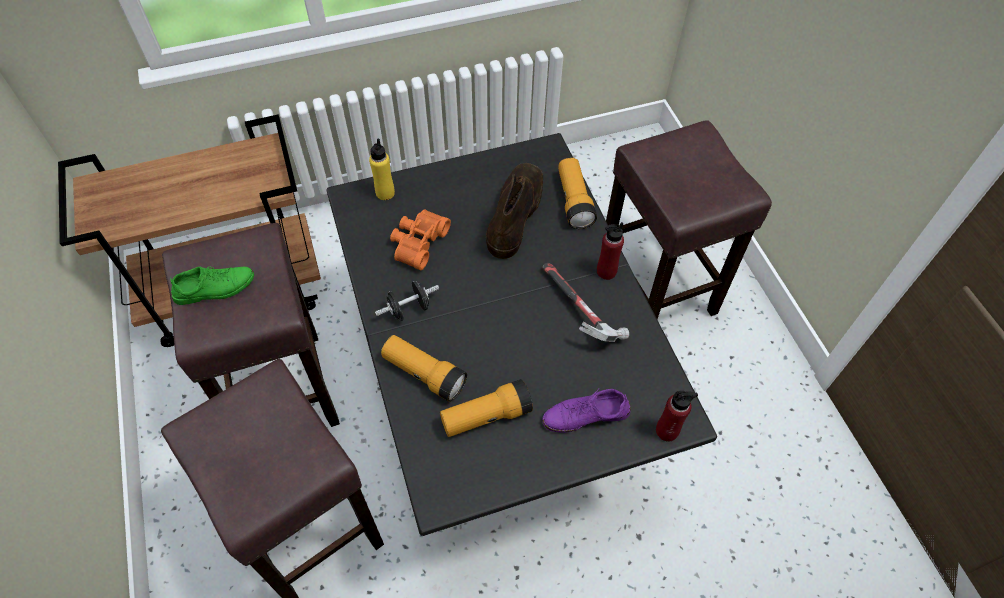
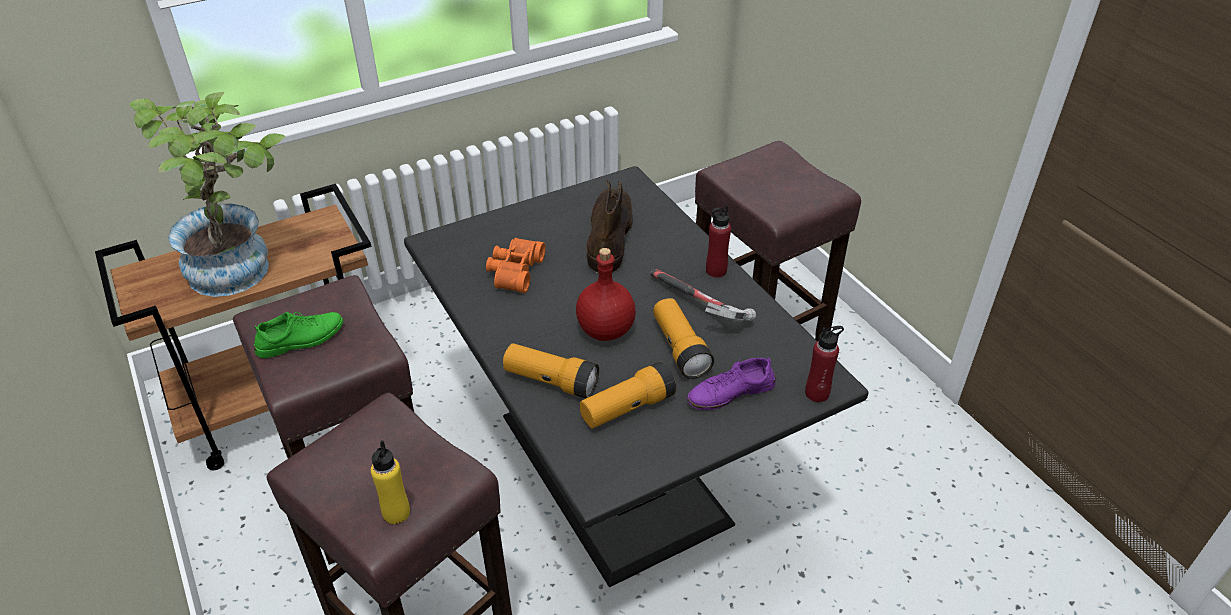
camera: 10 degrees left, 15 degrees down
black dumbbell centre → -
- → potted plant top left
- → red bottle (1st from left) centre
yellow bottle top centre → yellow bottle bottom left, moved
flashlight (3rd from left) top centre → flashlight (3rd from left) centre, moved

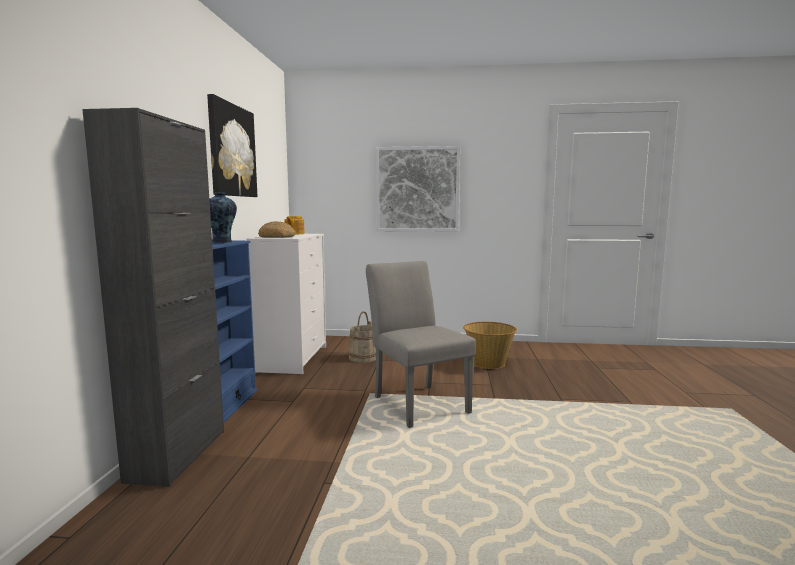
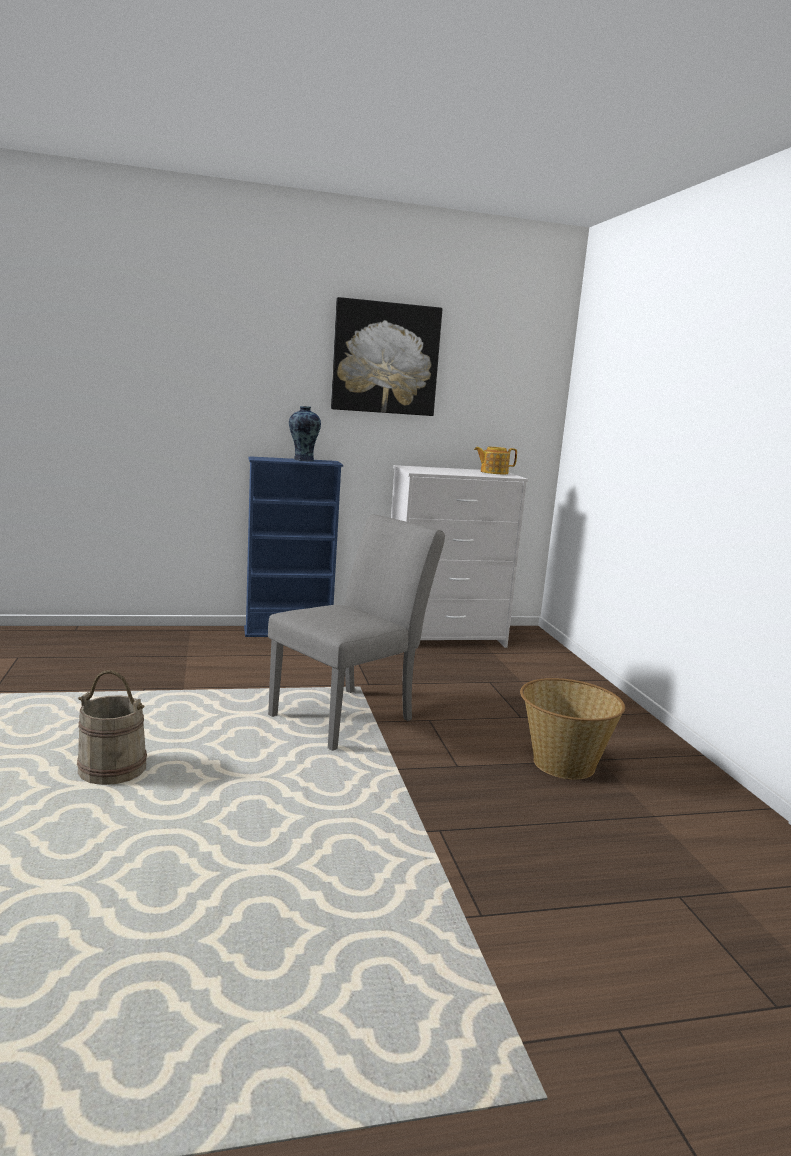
camera: 70 degrees right, 5 degrees up
black cabinet middle left → -
bread centre → -
picture (2nd from left) centre → -
beige bucket centre → beige bucket middle left, moved

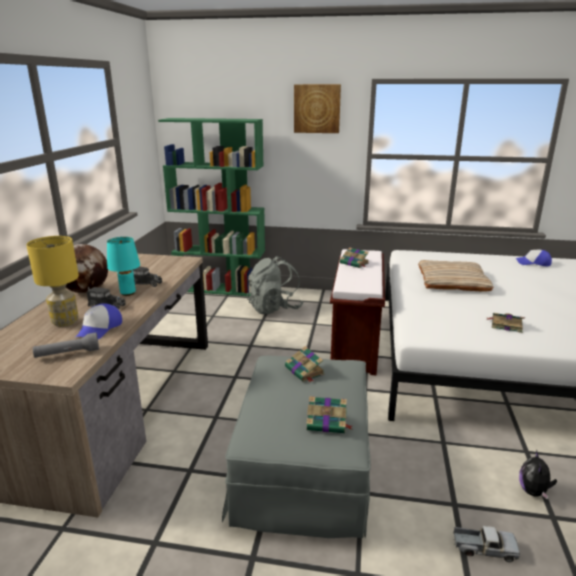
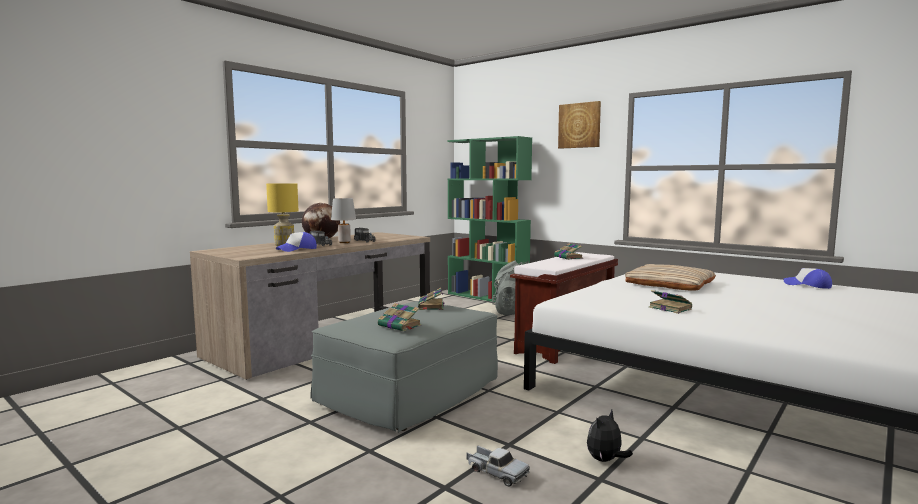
camera: 30 degrees right, 15 degrees down
grey flashlight middle left → -
turquoise table lamp middle left → grey table lamp centre

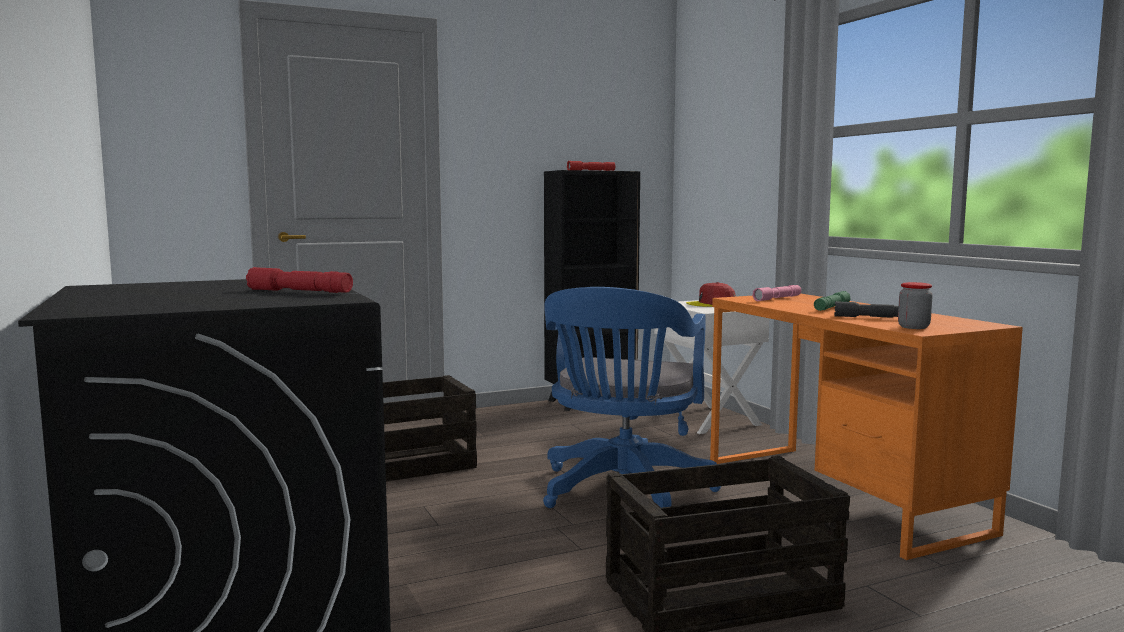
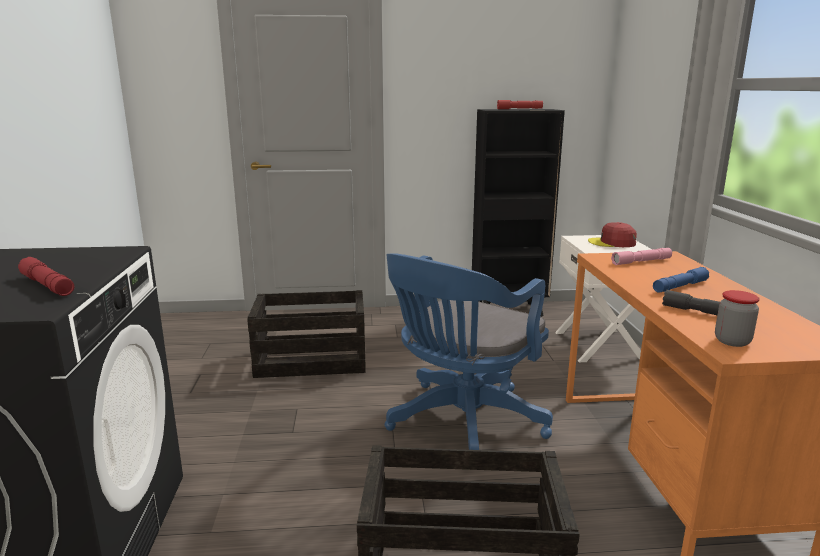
camera: 20 degrees right, 10 degrees up
green flashlight middle right → blue flashlight middle right

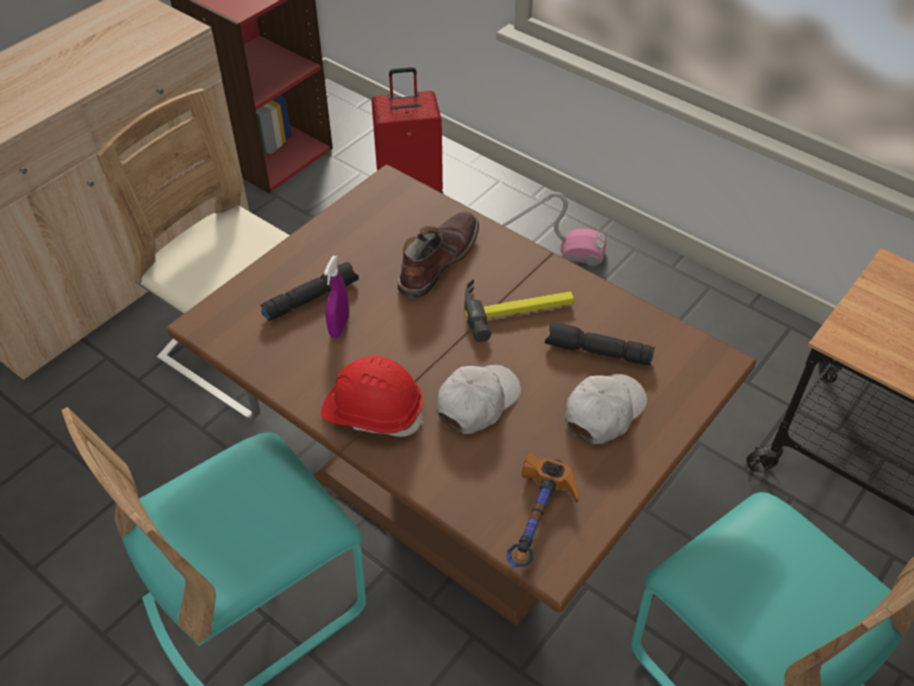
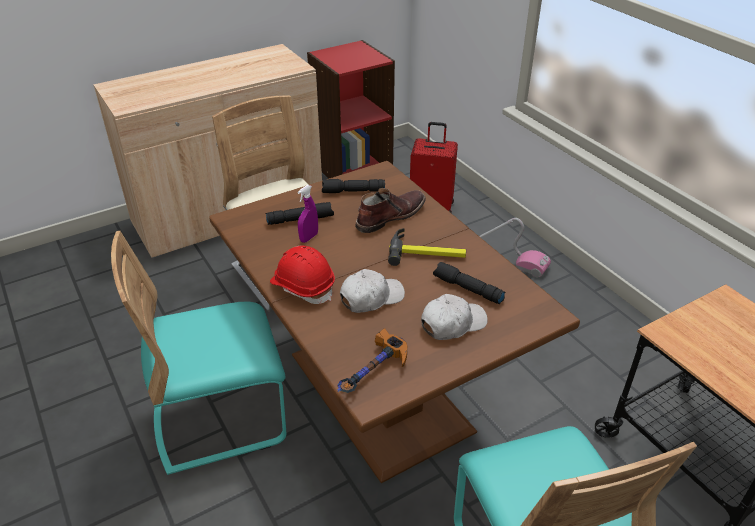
camera: 20 degrees right, 10 degrees down
- → black flashlight (2nd from left) centre

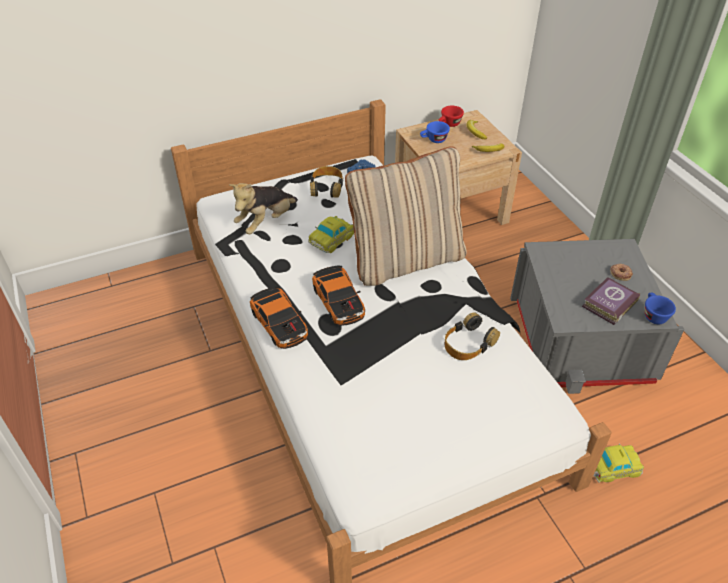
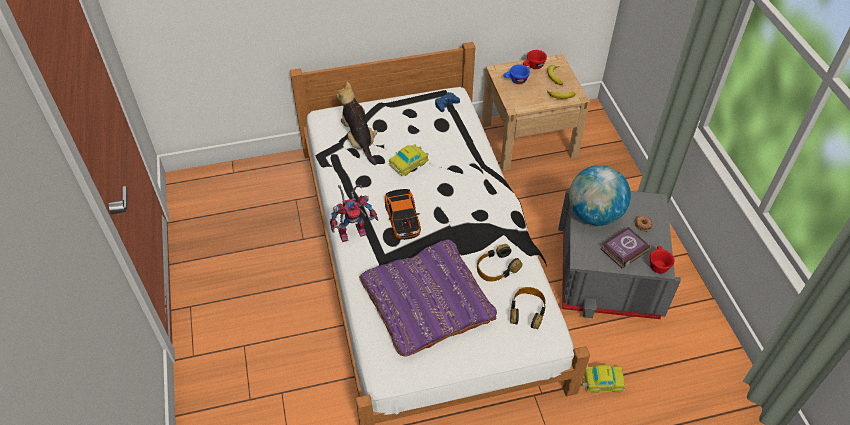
camera: 10 degrees right, 5 degrees up
beige pillow centre → -
- → purple pillow bottom centre
- → globe middle right
headphones (1st from left in the first image) top centre → headphones (2nd from left) bottom centre, moved
toy car (1st from left) centre → toy robot centre
blue cup (2nd from left) middle right → red cup (2nd from left) middle right
plush toy centre → plush toy top centre, 105 degrees clockwise

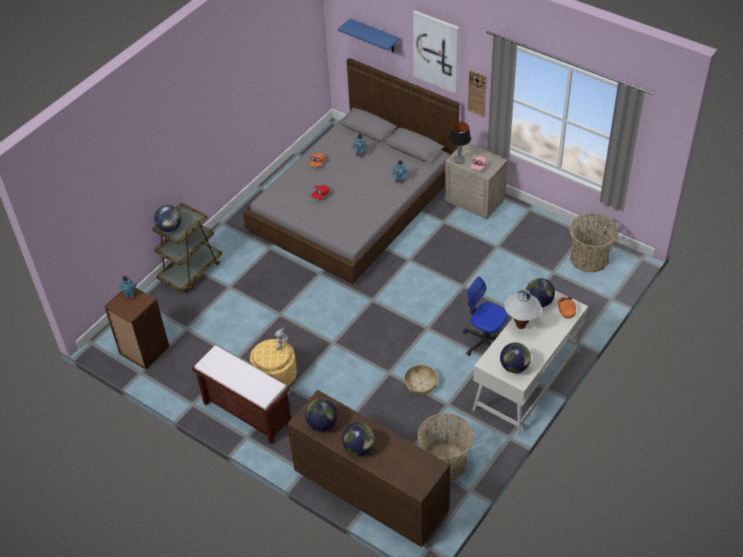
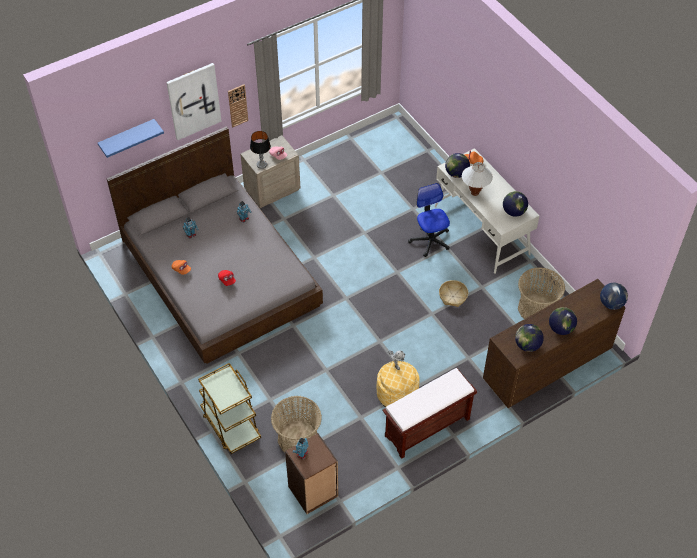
camera: 70 degrees left, 5 degrees up
globe (1st from left in the first image) middle left → globe (5th from left) middle right, moved
basket (3rd from left in the first image) middle right → basket (1st from left) bottom centre, moved
office chair centre, 105 degrees clockwise

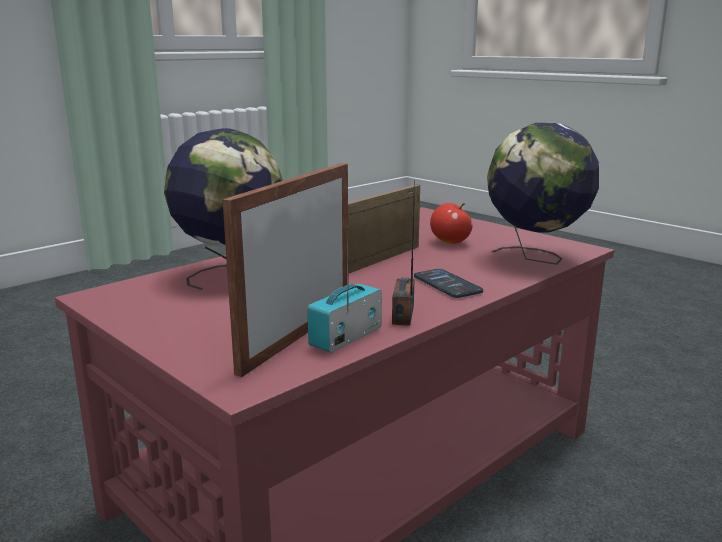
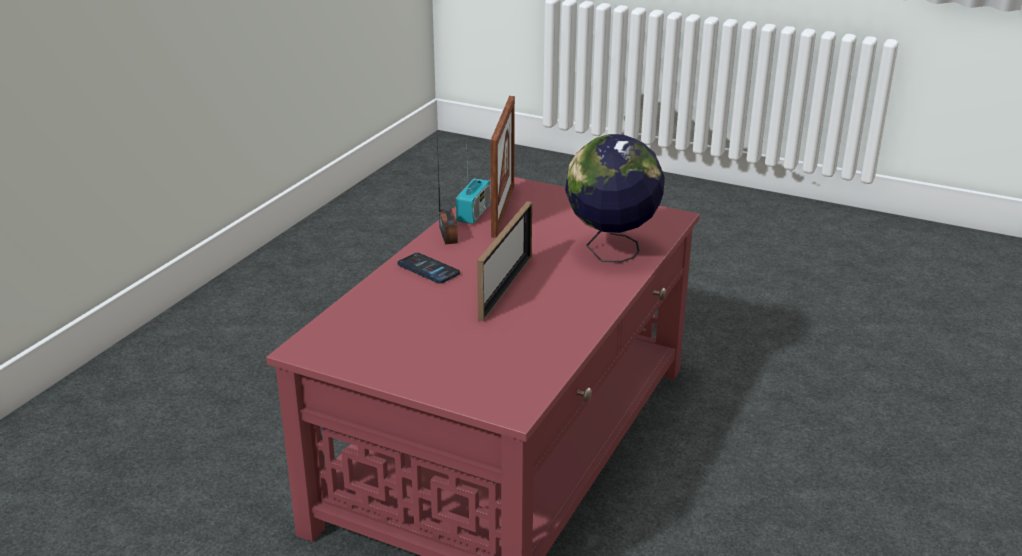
camera: 160 degrees right, 10 degrees up
apple centre → -
globe (2nd from left) middle right → -

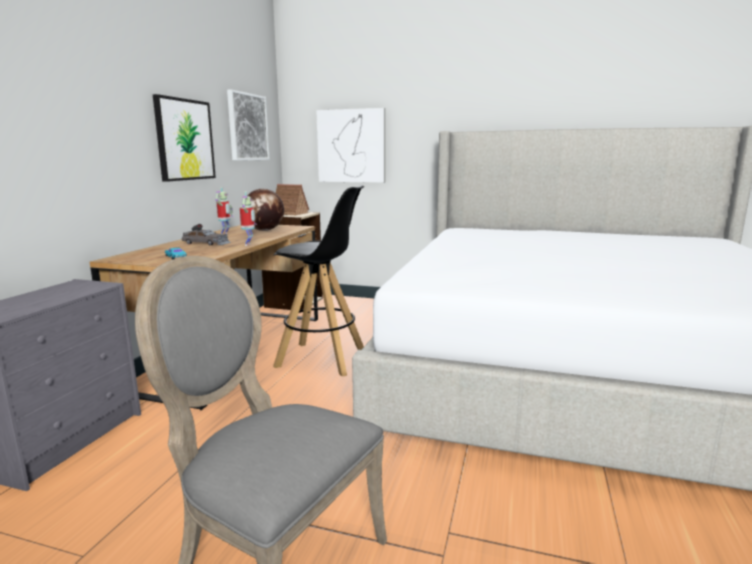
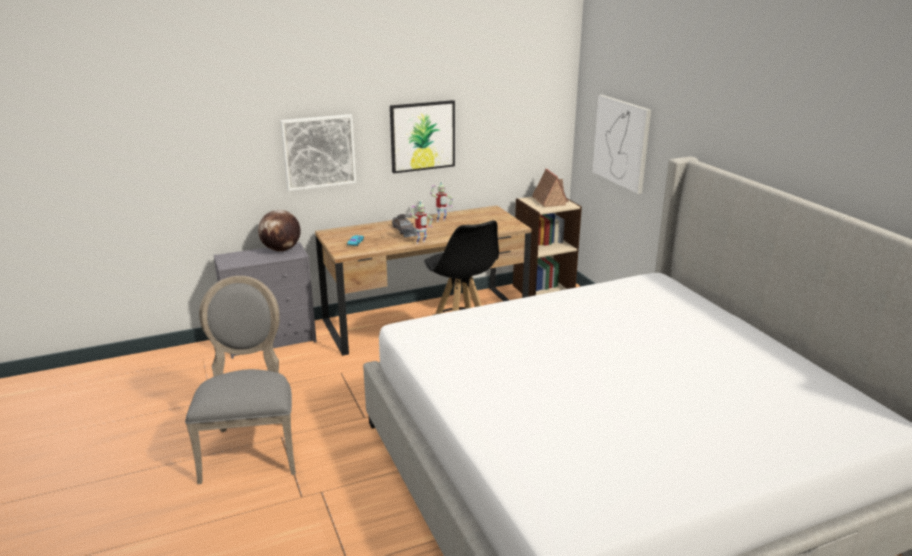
camera: 50 degrees right, 10 degrees up
picture (2nd from left in the first image) top left → picture (1st from left) top centre, moved
globe centre → globe middle left, moved

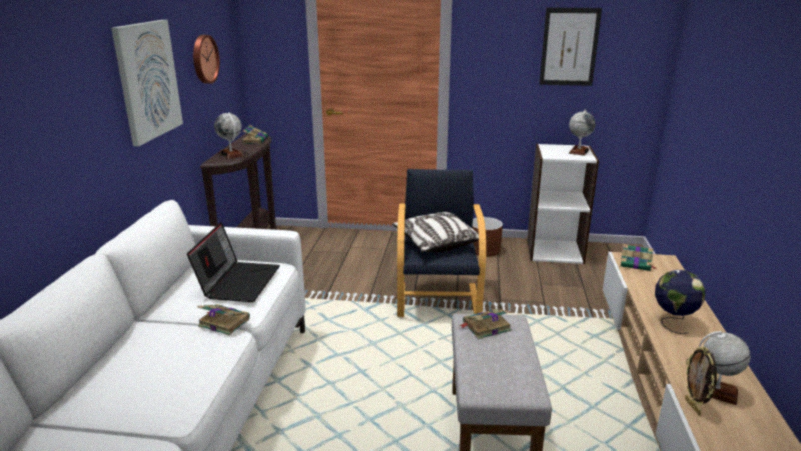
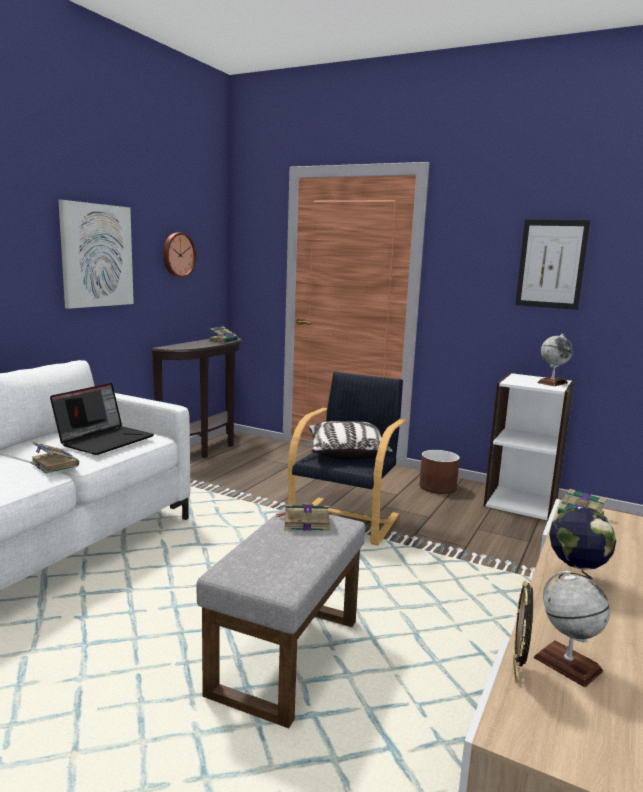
camera: 20 degrees right, 10 degrees down
globe (1st from left) top left → -

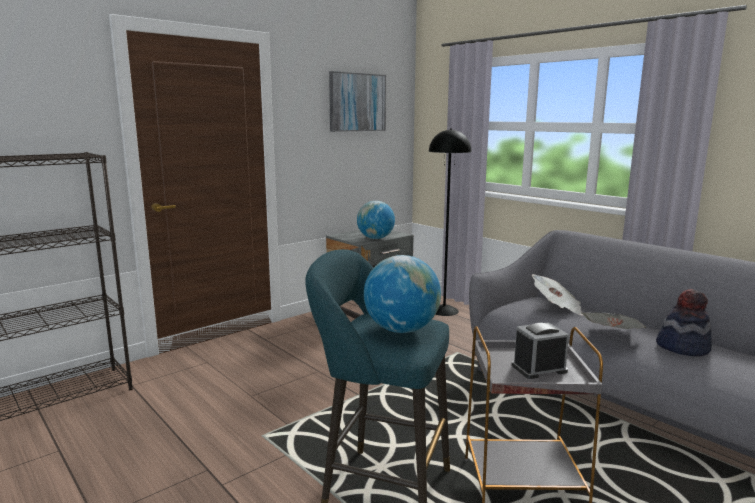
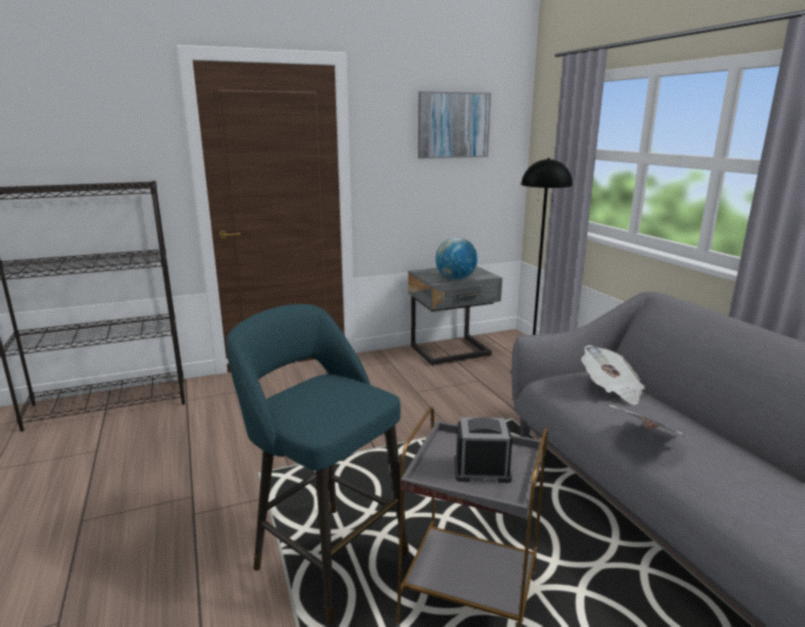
camera: 20 degrees right, 5 degrees up
globe (2nd from left) centre → -
hat middle right → -

